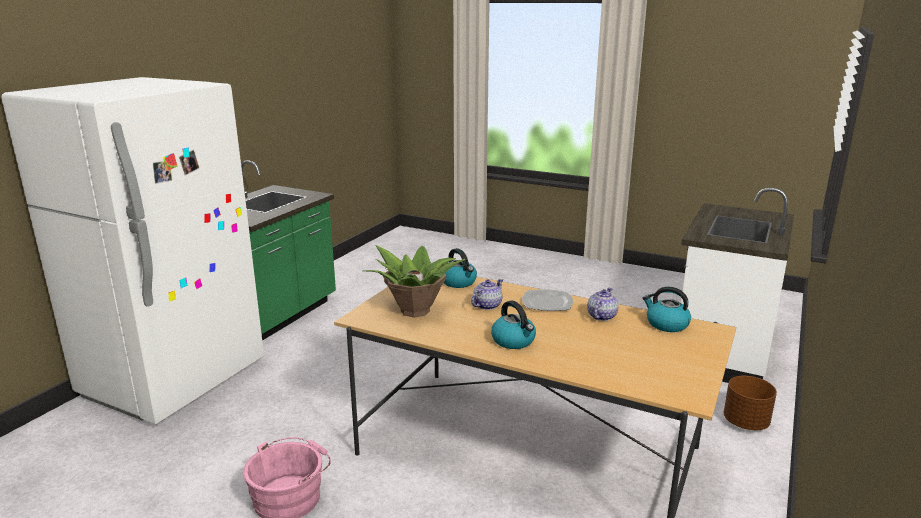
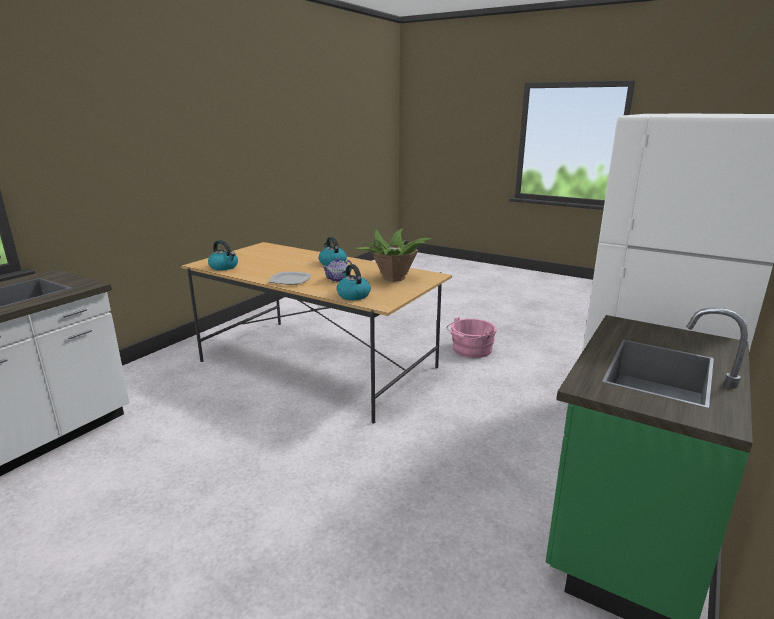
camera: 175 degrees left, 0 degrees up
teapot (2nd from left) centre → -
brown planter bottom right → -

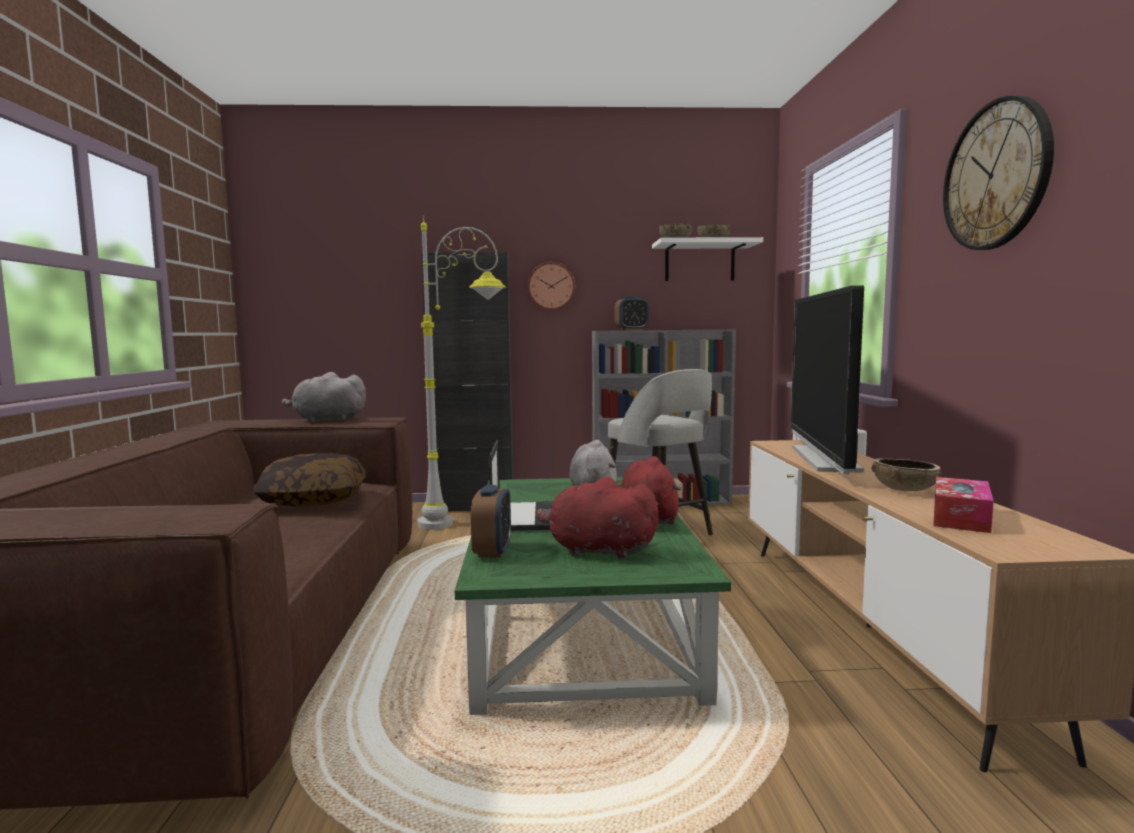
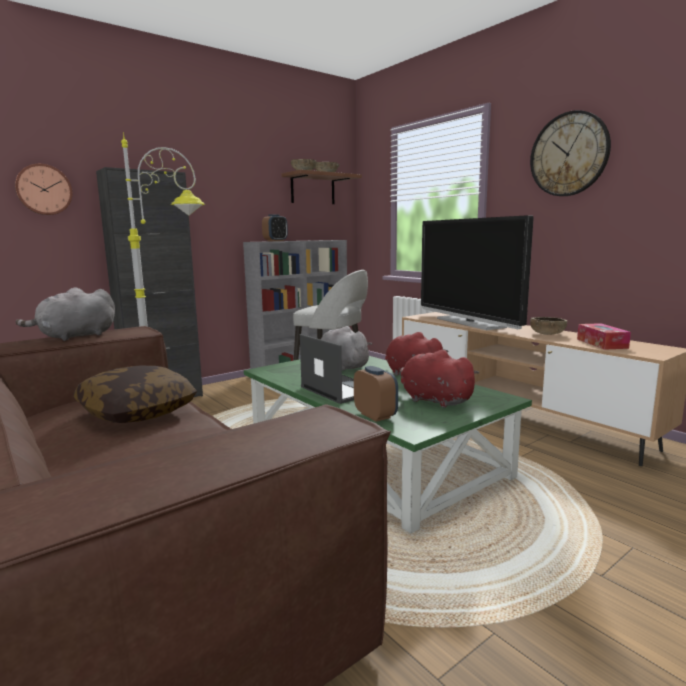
camera: 35 degrees left, 5 degrees up
wall clock (1st from left) centre → wall clock (1st from left) top left, moved
white shelf top centre → brown shelf top centre
red plush toy (1st from left in the first image) centre → red plush toy (2nd from left) centre, 60 degrees clockwise

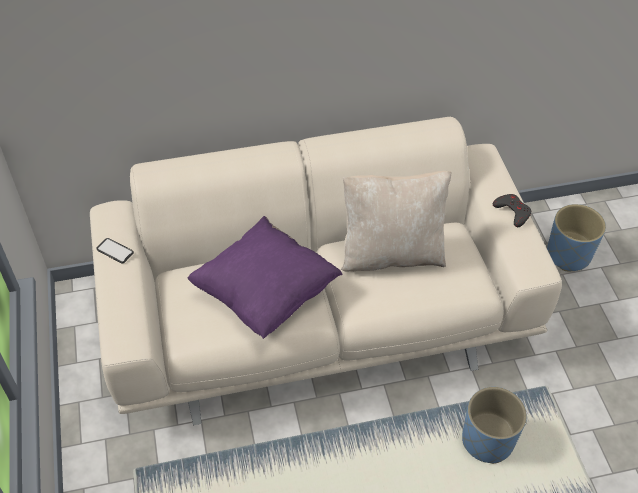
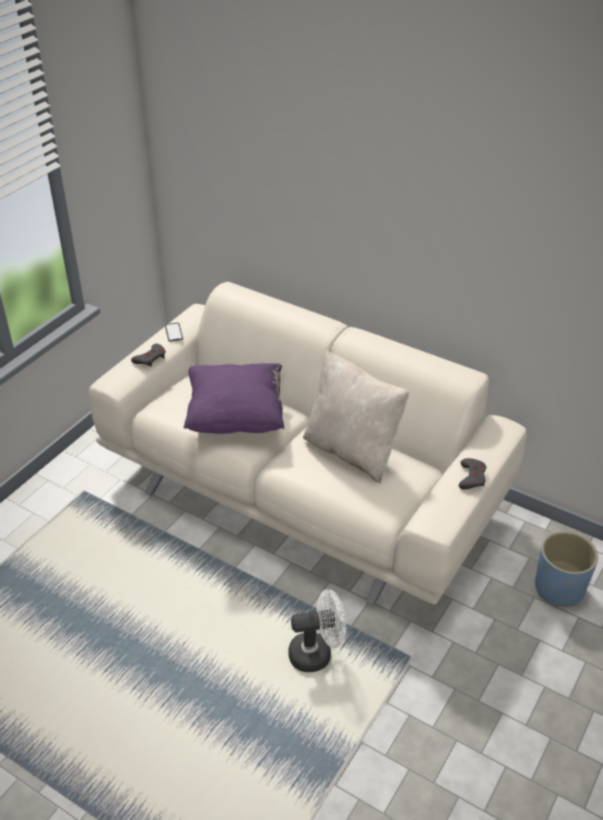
camera: 45 degrees right, 10 degrees down
- → grey game controller (1st from left) middle left
blue planter (1st from left) bottom right → white fan bottom centre

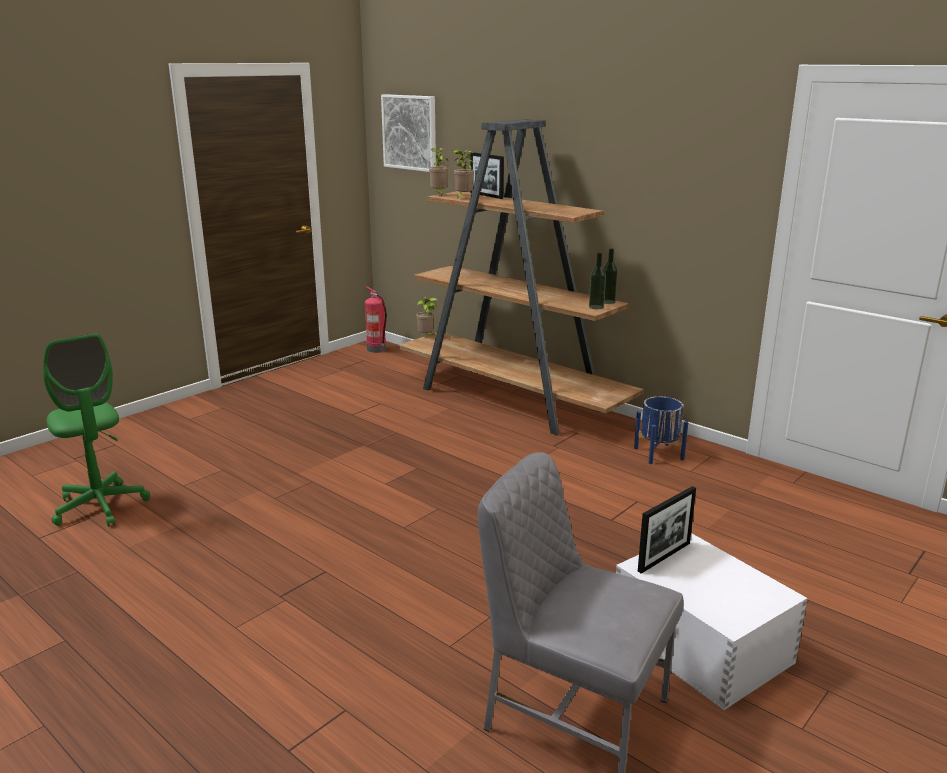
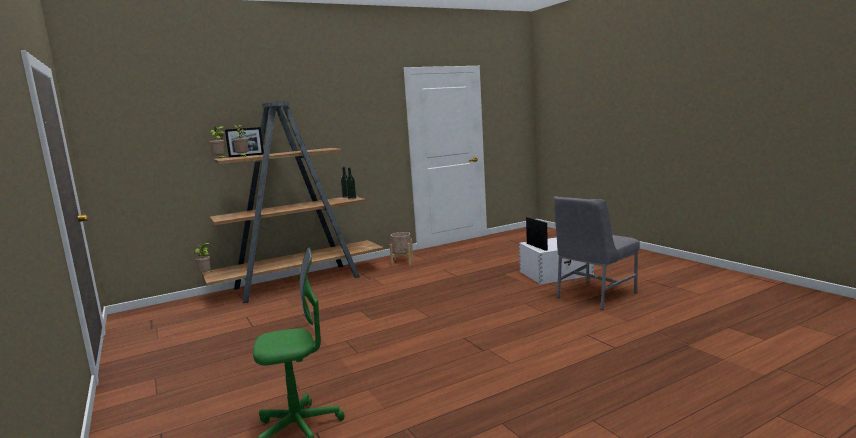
camera: 70 degrees left, 10 degrees down
fire extinguisher centre → -
picture top centre → -
blue planter middle right → beige planter centre

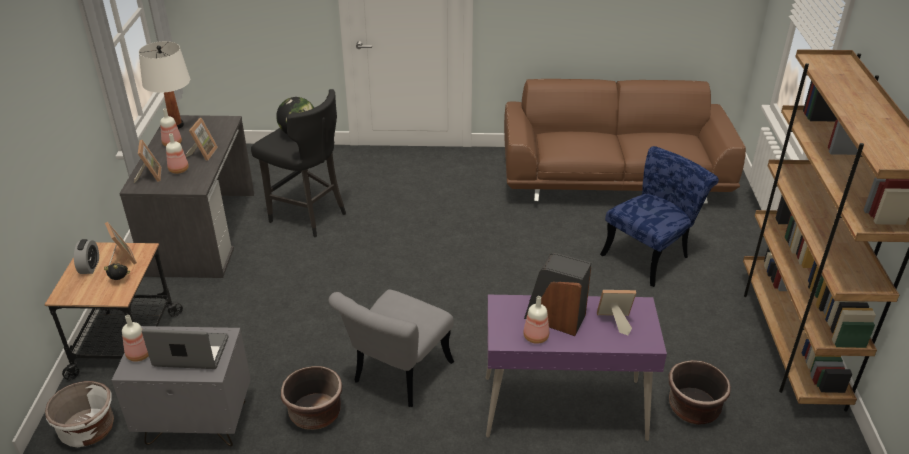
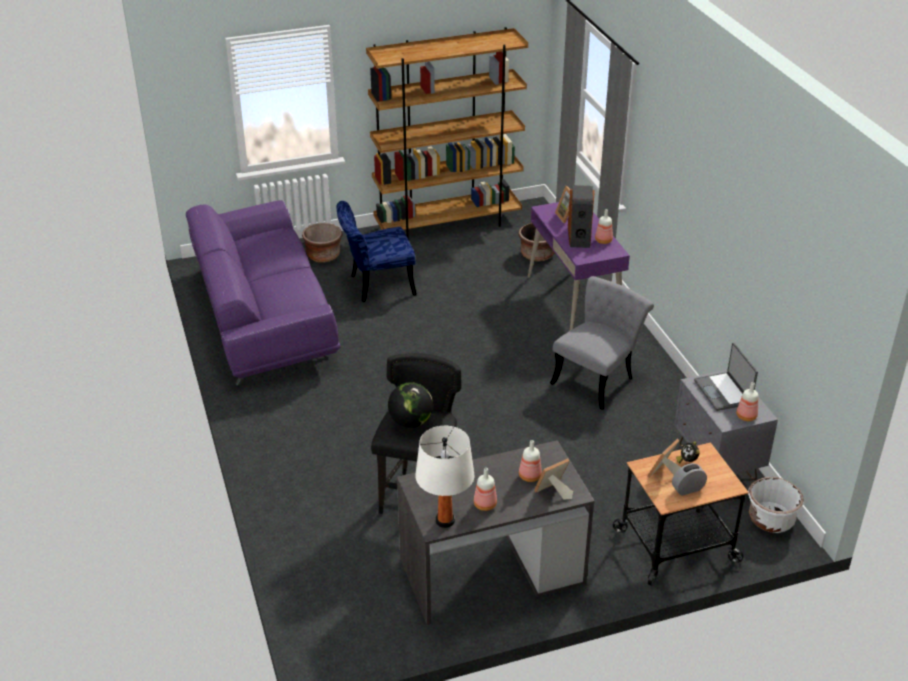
camera: 110 degrees left, 0 degrees up
picture frame (3rd from left) top left → -
brown planter (1st from left) bottom centre → brown planter (1st from left) centre, moved
brown sofa top right → purple sofa middle left
grey chair bottom centre → grey chair centre, 60 degrees counterclockwise
blue chair middle right → blue chair centre, 45 degrees counterclockwise

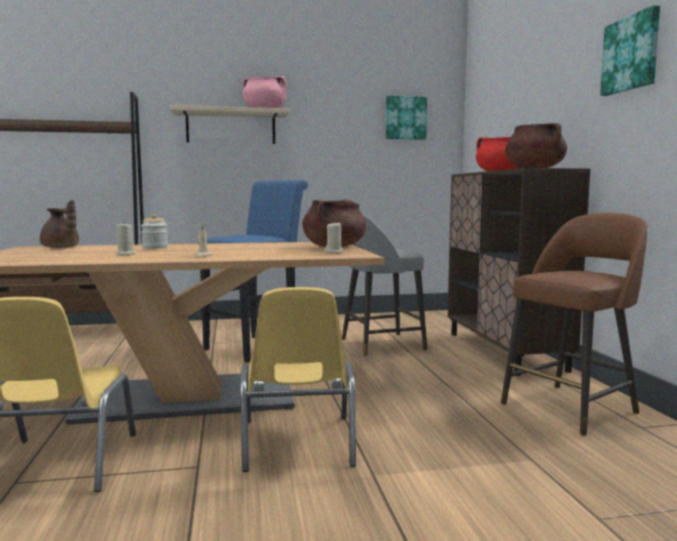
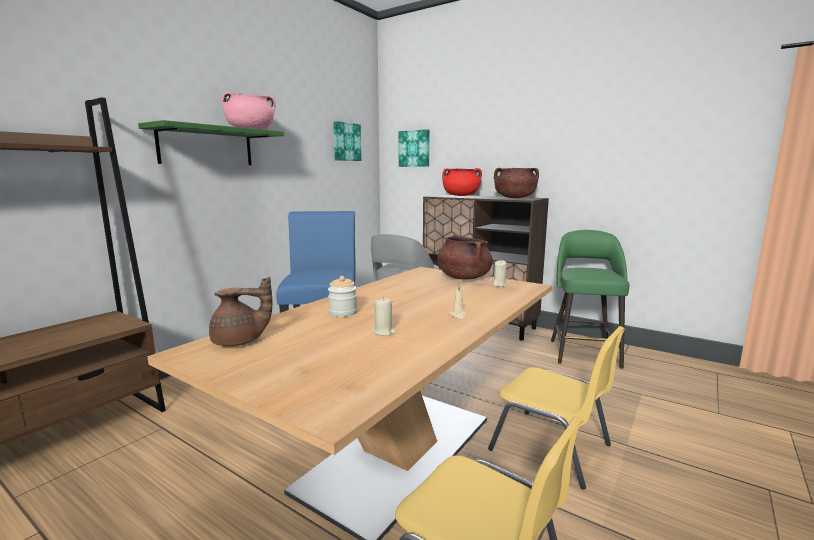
camera: 45 degrees left, 5 degrees up
picture (2nd from left) top right → picture (2nd from left) top centre, moved
beige shelf top centre → green shelf top left
brown stool middle right → green stool middle right

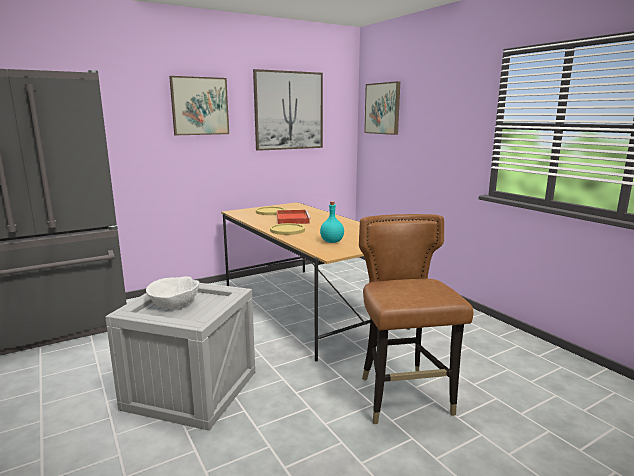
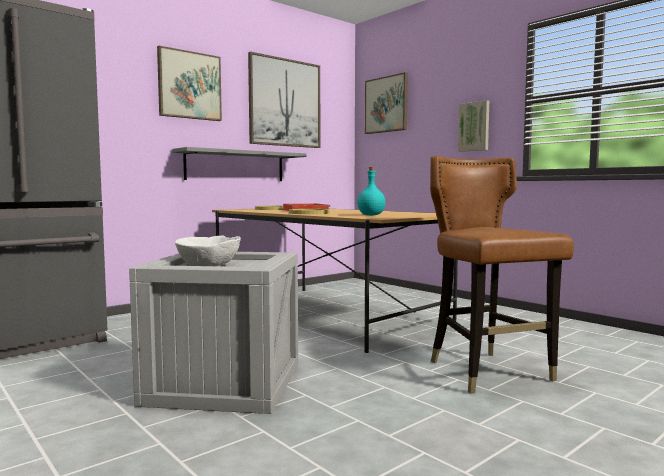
camera: 10 degrees left, 10 degrees down
- → grey shelf centre
- → picture (4th from left) top right

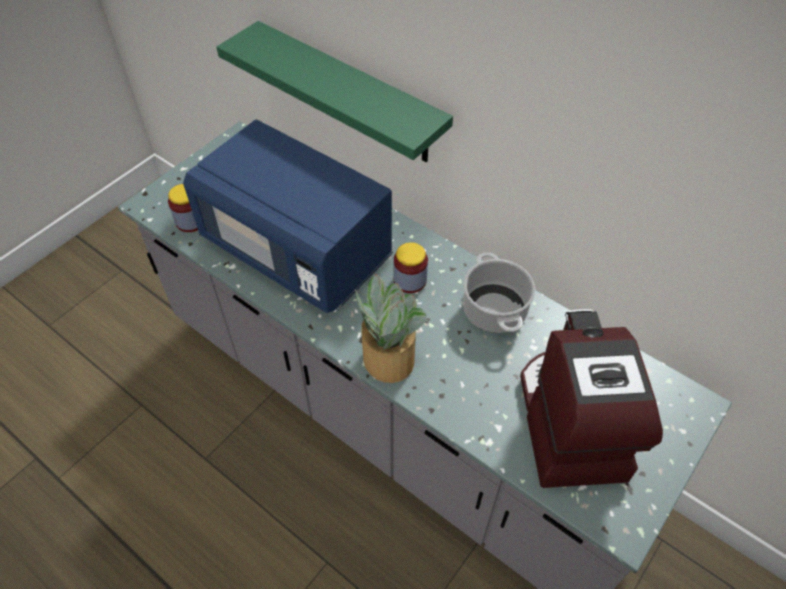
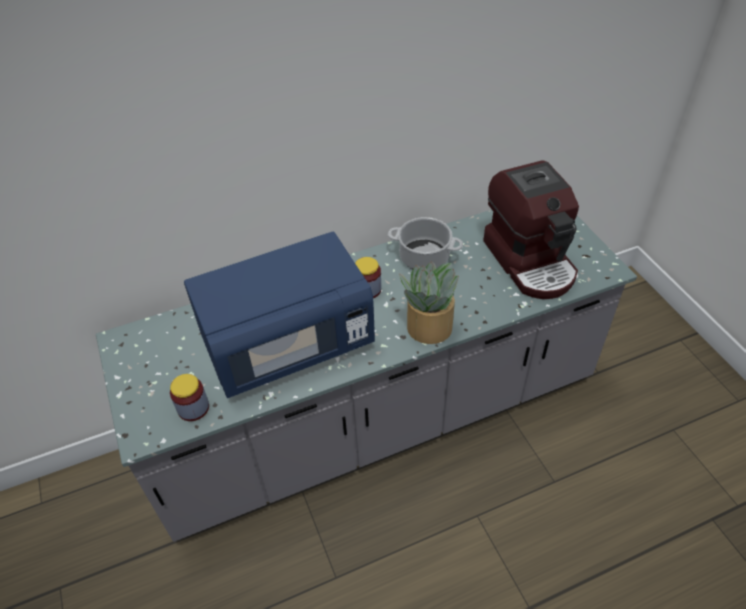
camera: 60 degrees left, 5 degrees down
green shelf top centre → -
coffee machine bottom right → coffee machine middle right, 135 degrees counterclockwise

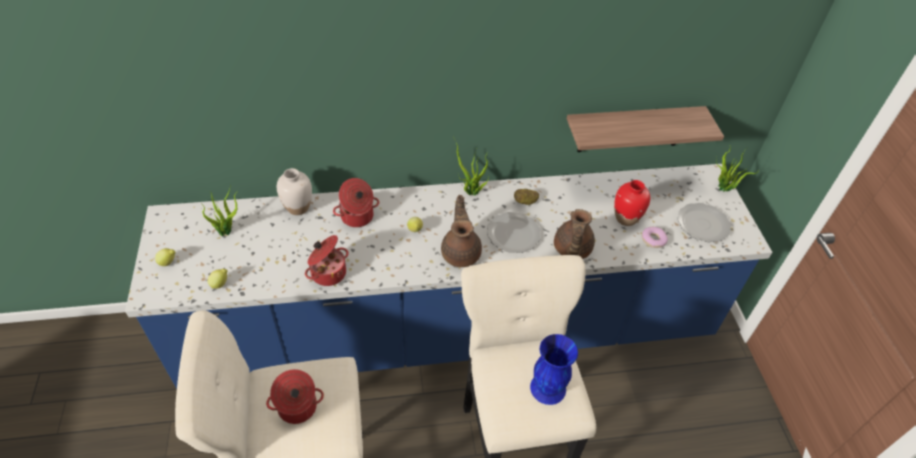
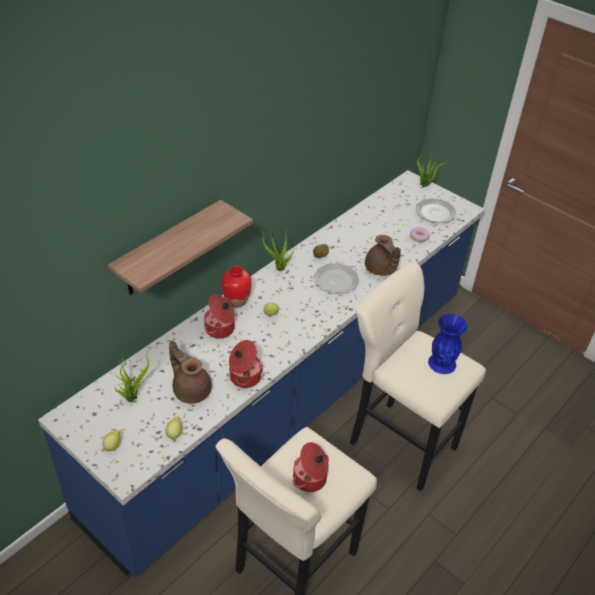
camera: 40 degrees left, 5 degrees down
white vase middle left → -
brown teapot (1st from left) centre → brown teapot (1st from left) middle left, moved
shelf top right → shelf middle left, moved
red vase middle right → red vase centre, moved

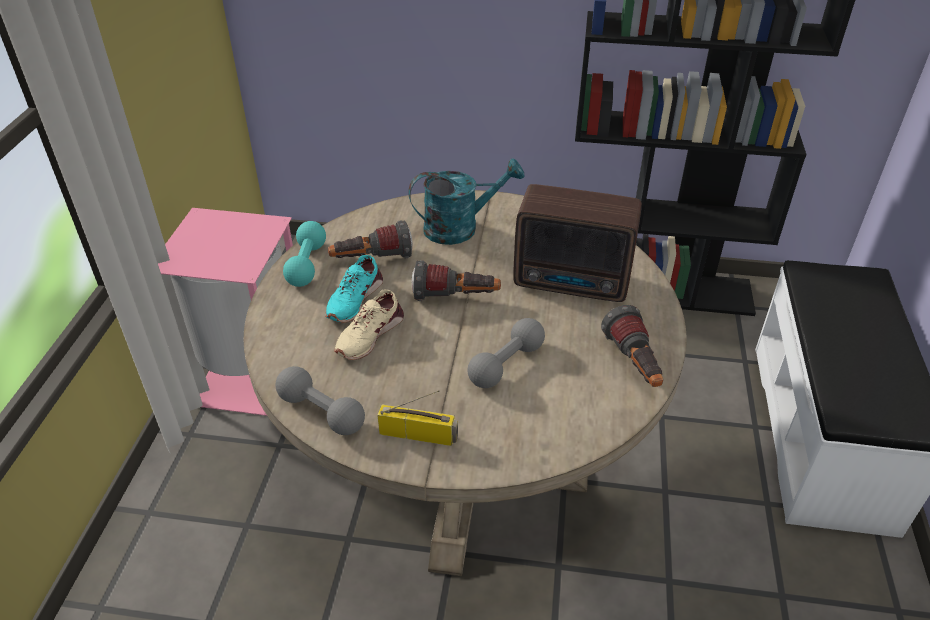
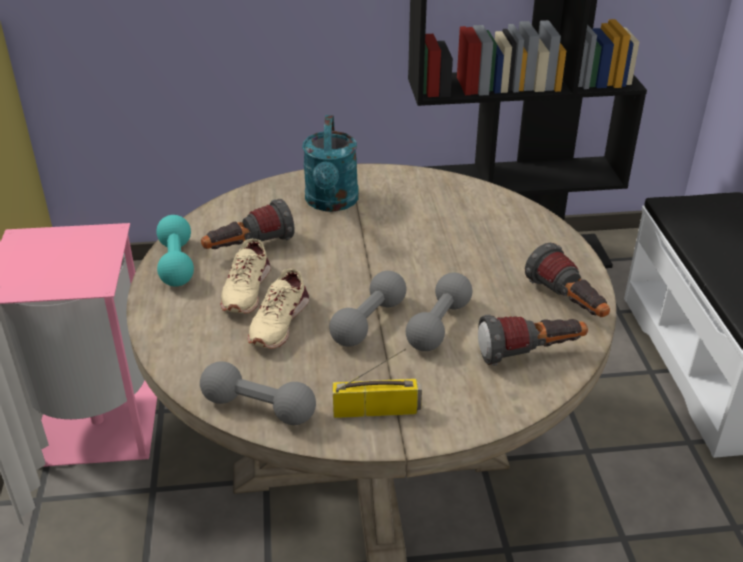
camera: 15 degrees left, 5 degrees down
radio (2nd from left) centre → -
- → grey dumbbell (2nd from left) centre
flashlight (2nd from left) centre → flashlight (2nd from left) middle right, moved
turquoise shoe centre → beige shoe (1st from left) middle left
turquoise watering can top centre, 120 degrees clockwise

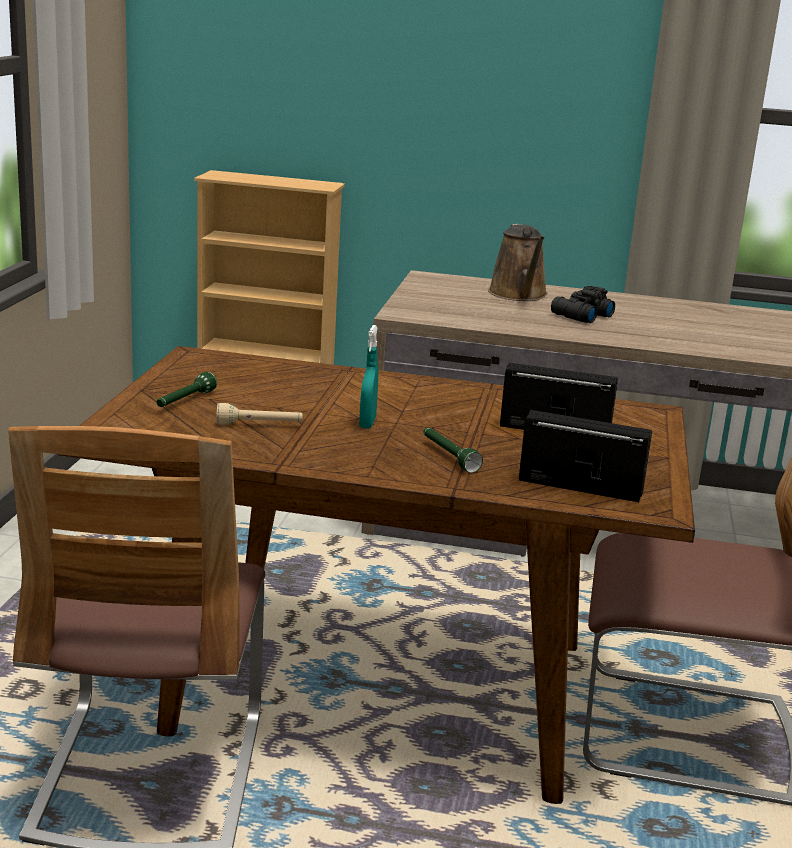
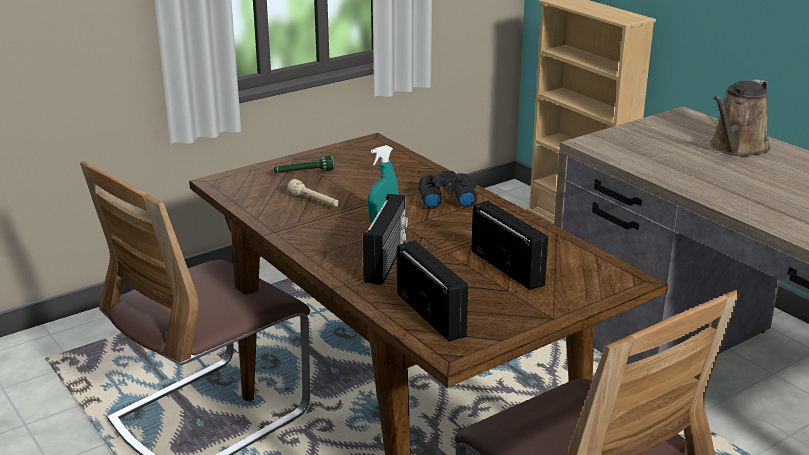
camera: 45 degrees right, 5 degrees up
black binoculars middle right → black binoculars centre, moved
green flashlight (2nd from left) centre → radio (1st from left) centre

